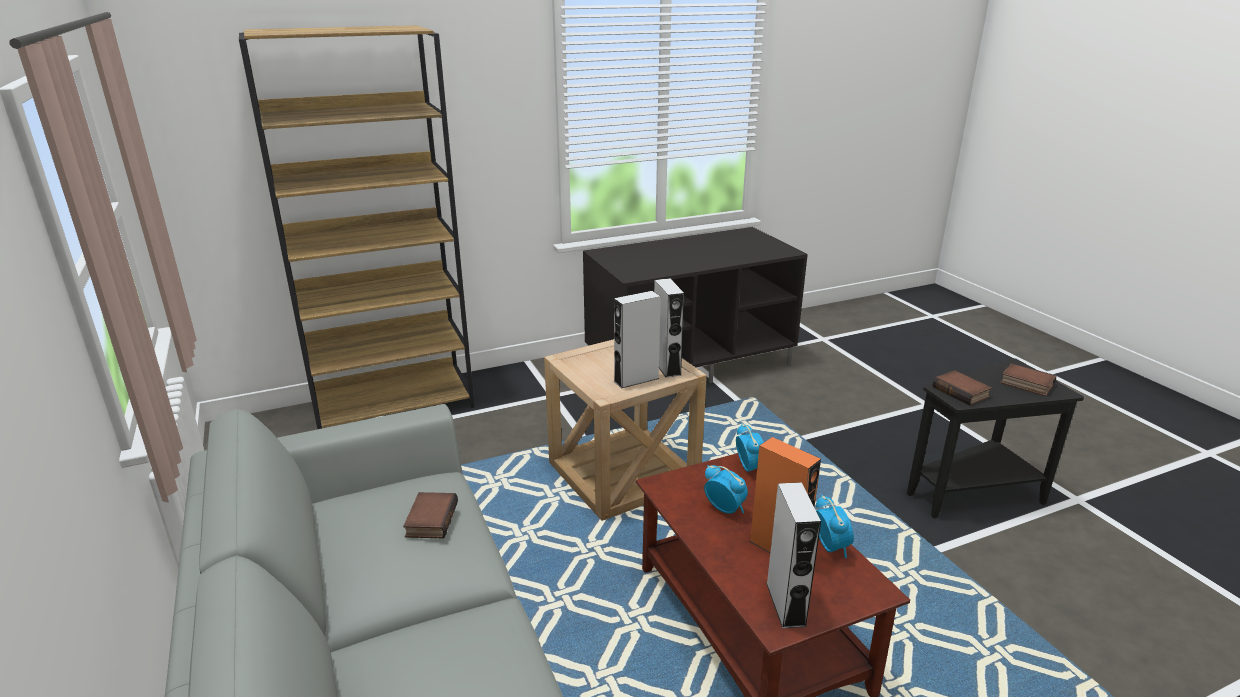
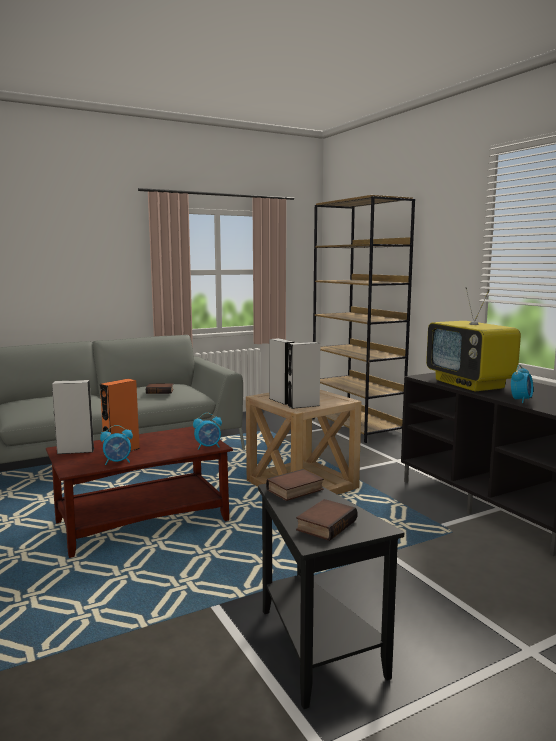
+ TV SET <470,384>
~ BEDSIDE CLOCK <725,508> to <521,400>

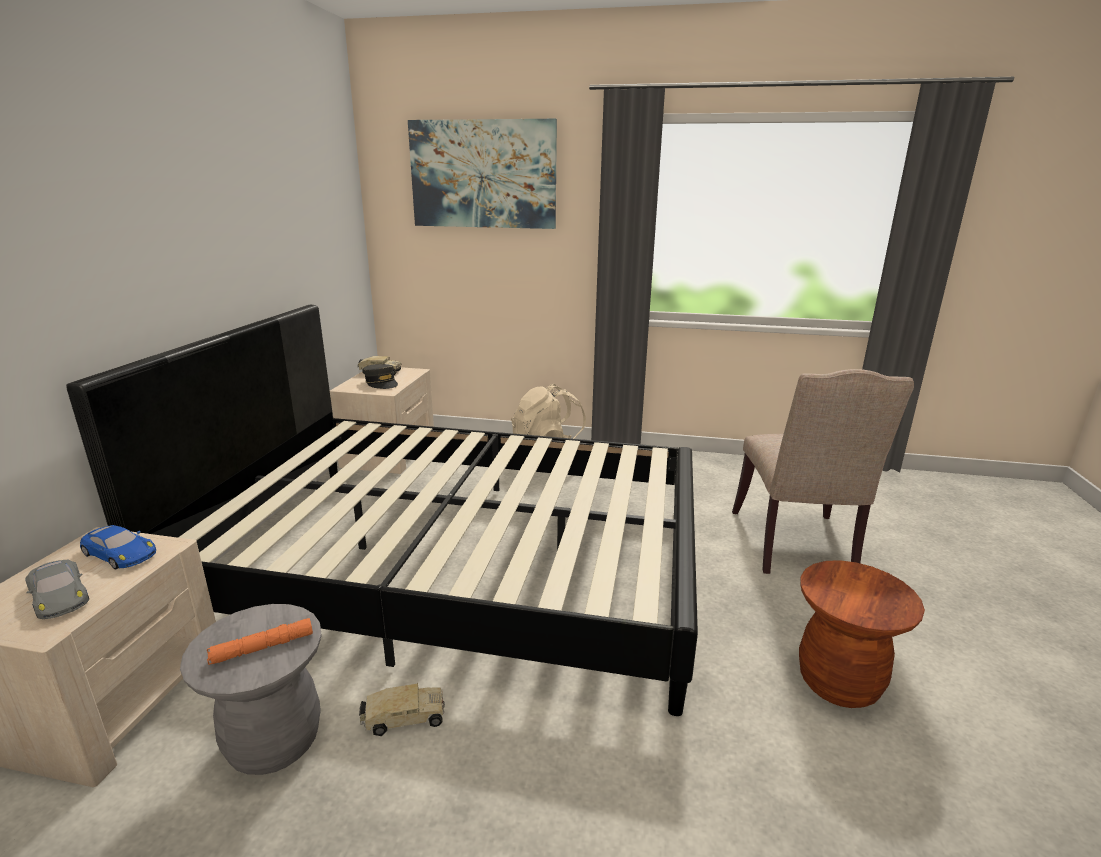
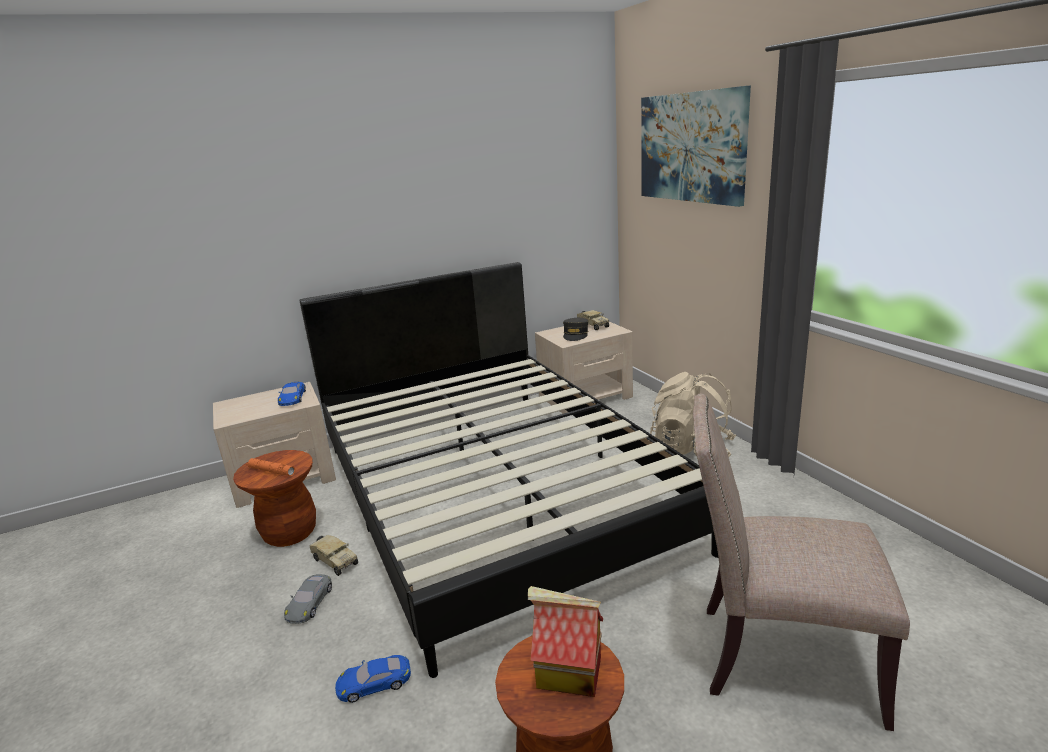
~ GRAY STOOL SEAT <274,742> to BROWN STOOL SEAT <290,533>
~ GRAY MODEL CAR <59,595> to <309,603>
+ BLUE-COLOURED MODEL CAR <374,683>
+ TOY HOUSE <567,673>
~ SAND-COLOURED UPRIGHT CHAIR <795,546> = <778,658> 45 degrees clockwise

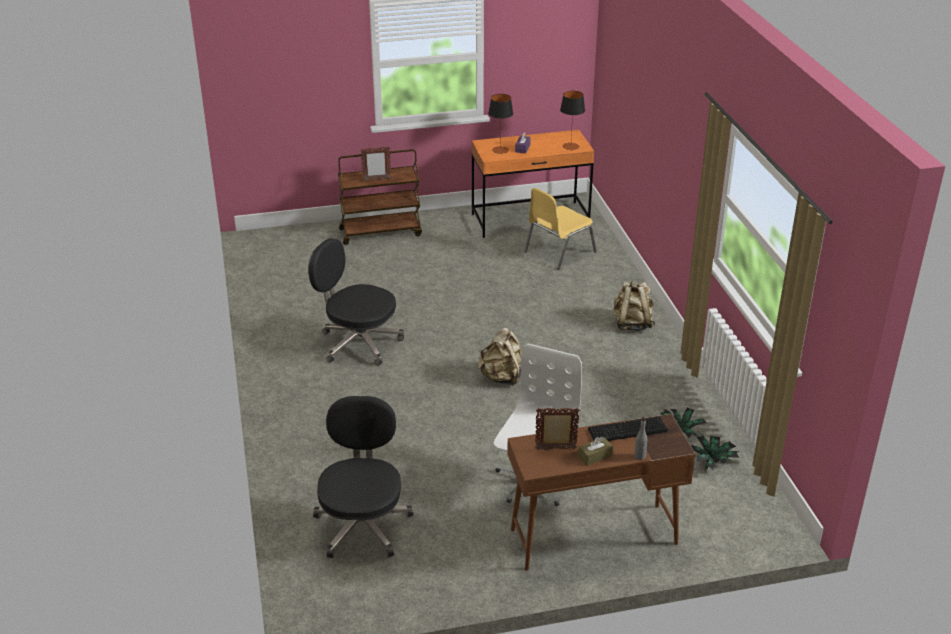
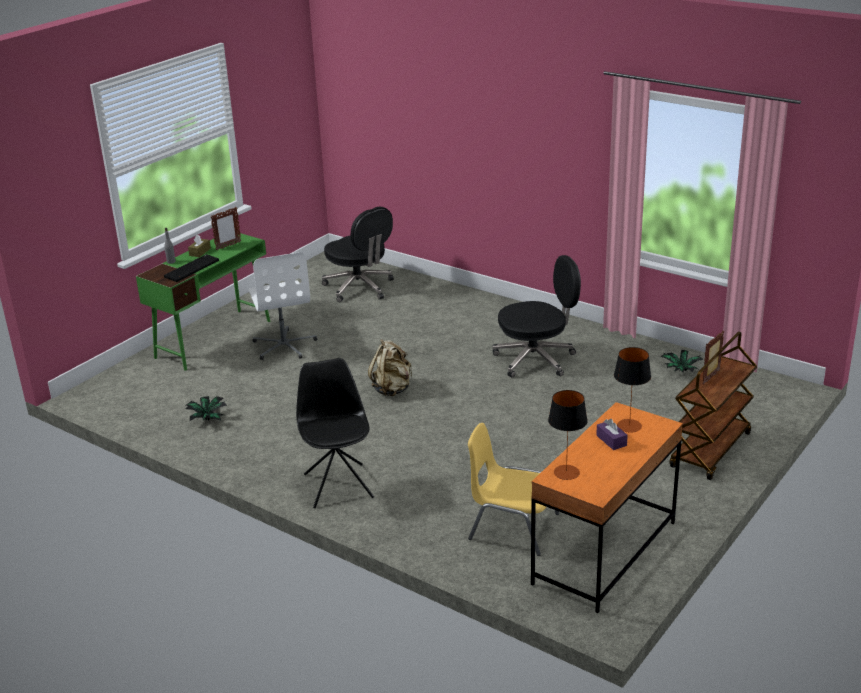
~ BROWN DESK <593,536> to GREEN DESK <214,339>
~ SAND-COLOURED BACKPACK <632,324> to BLACKISH UPRIGHT CHAIR <338,485>
~ YELLOW UPRIGHT CHAIR <558,252> = <512,527> 75 degrees counterclockwise
~ HOUSEPLANT <712,462> to <680,371>

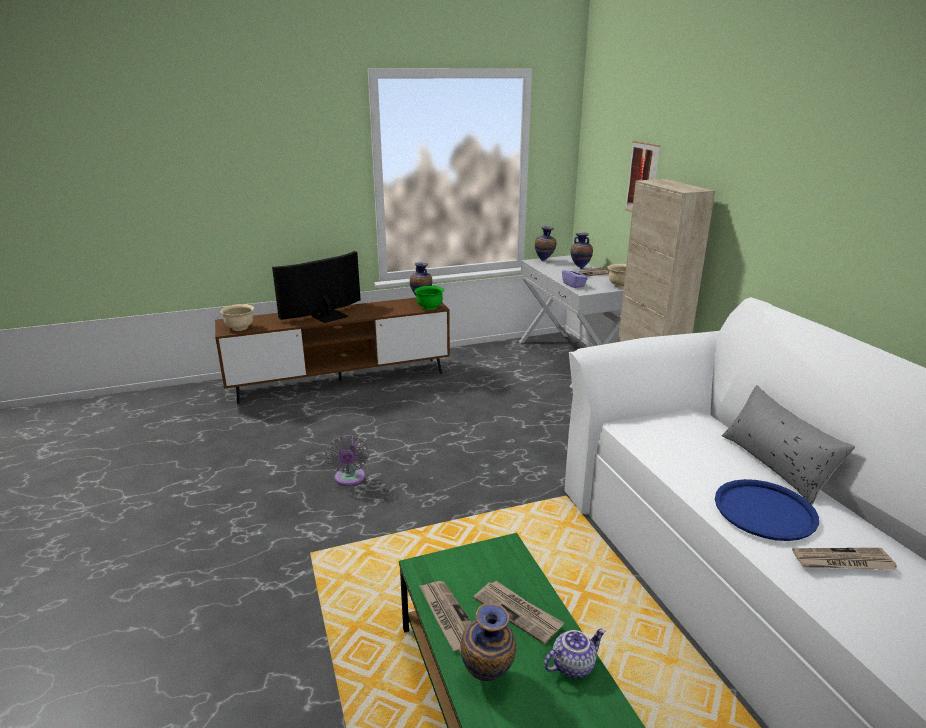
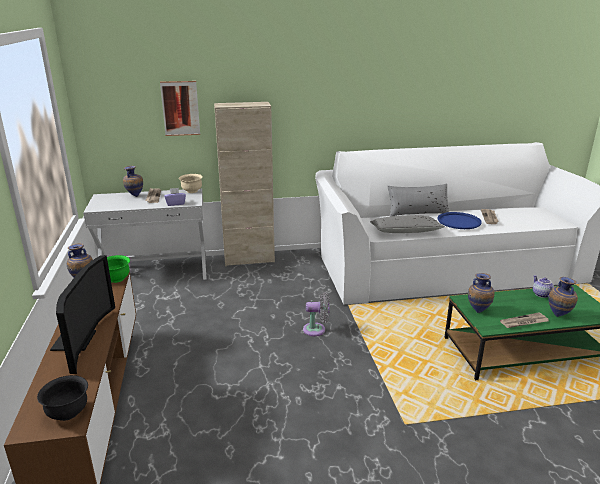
~ SAND-COLOURED SERVING BOWL <240,328> to BLACKISH SERVING BOWL <68,413>
~ TV SET <327,314> = <80,341> 150 degrees counterclockwise
~ GRAY COOLING FAN <349,479> to <316,330>
+ GRAY CUSHION <405,231>
~ VASE <544,260> to <478,311>
- NEWSPAPER <518,612>

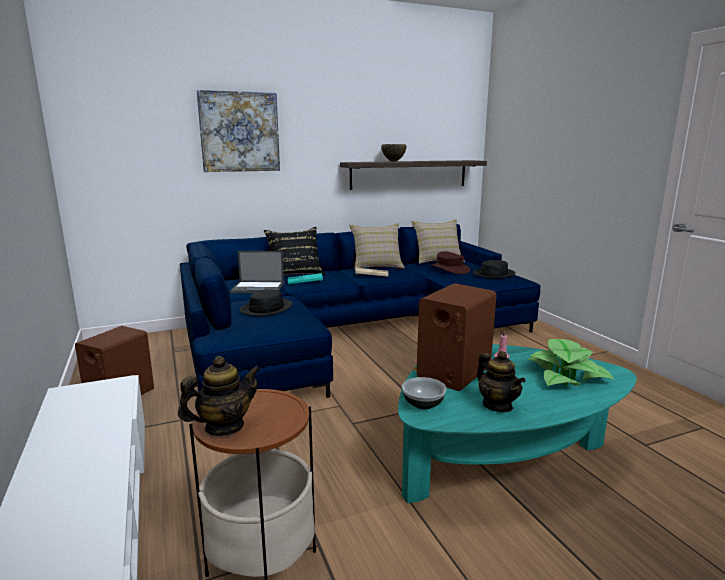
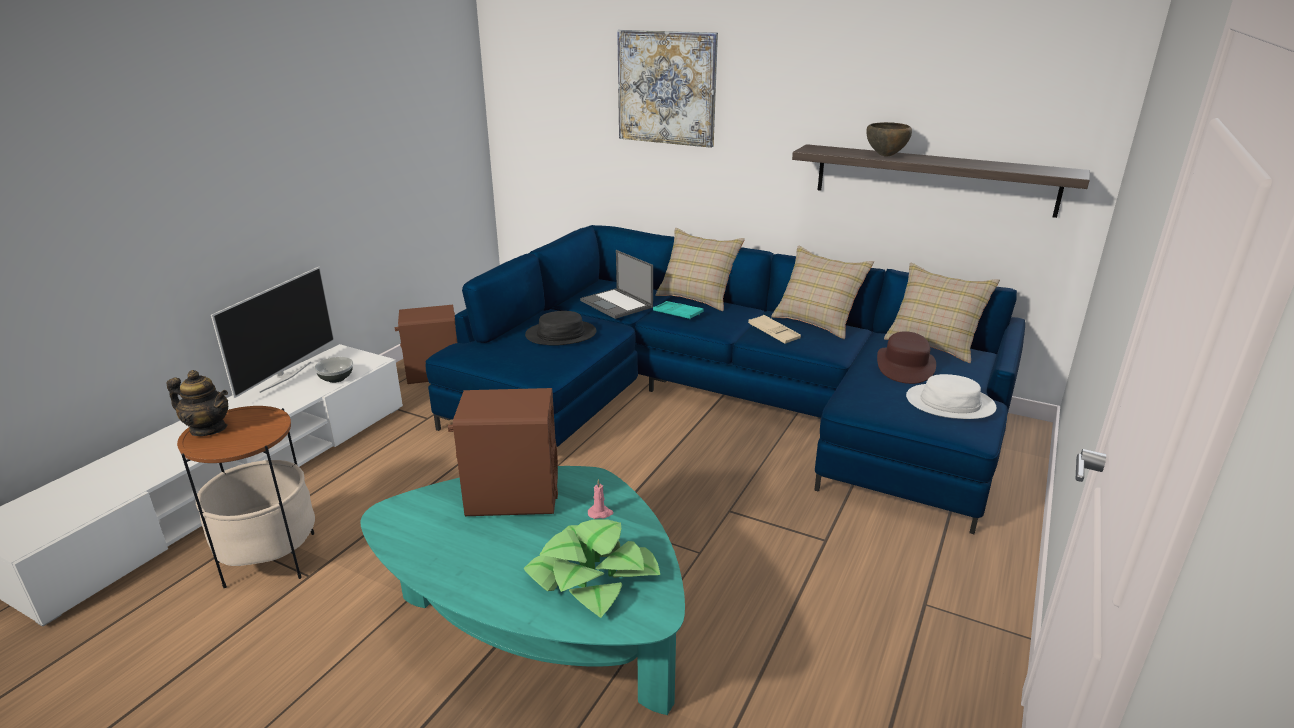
+ TV SET <285,376>
~ SERVING BOWL <423,404> to <336,379>
~ BLACKISH CUSHION <295,273> to SAND-COLOURED CUSHION <697,297>
~ BLACKISH CLOTHING HAT <493,274> to WHITISH CLOTHING HAT <950,403>
- TEAPOT <497,405>

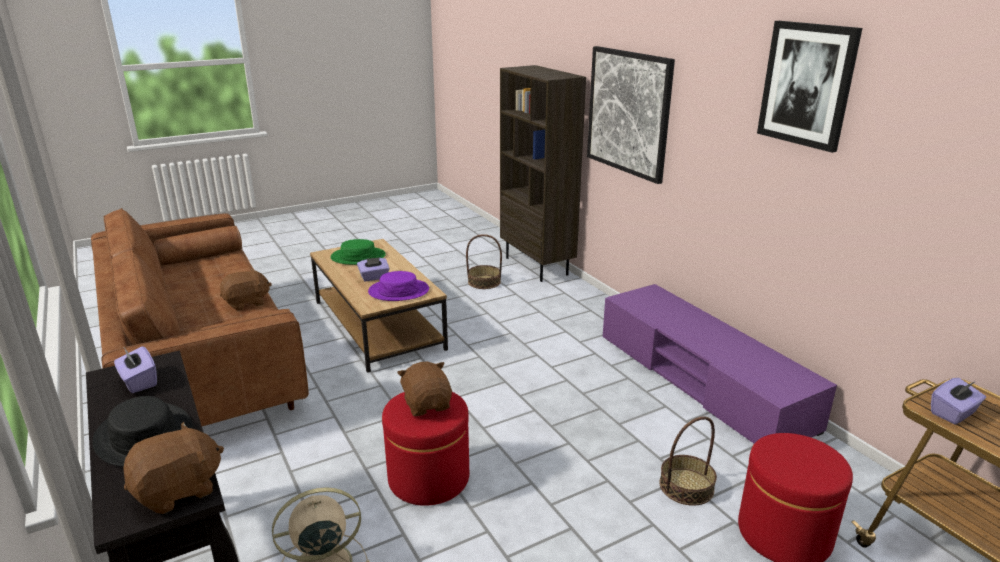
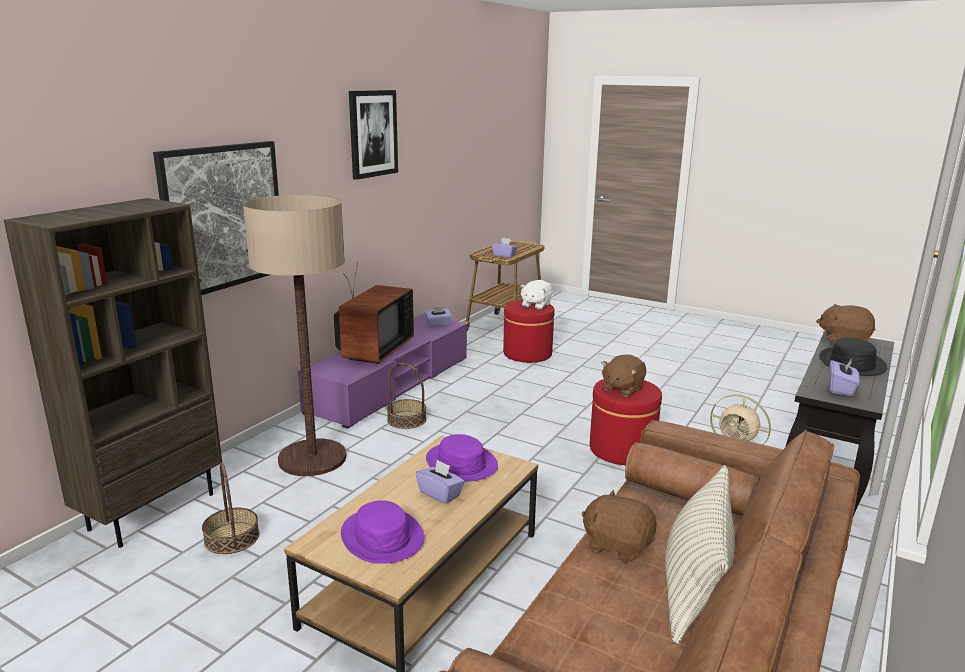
+ STANDARD LAMP <312,458>
+ TV SET <372,351>
~ GREEN CLOTHING HAT <358,257> to PURPLISH CLOTHING HAT <382,536>
~ STORAGE BASKET <686,487> to <407,419>
+ PURPLISH TISSUE HOLDER <438,324>
+ WHITISH PLUSH TOY <535,305>
+ CUSHION <694,586>

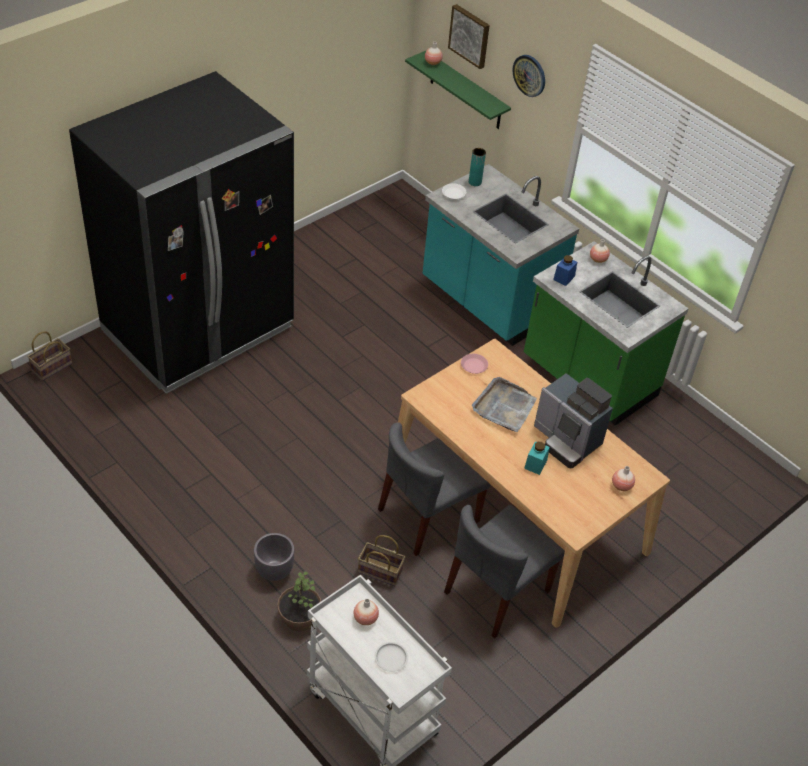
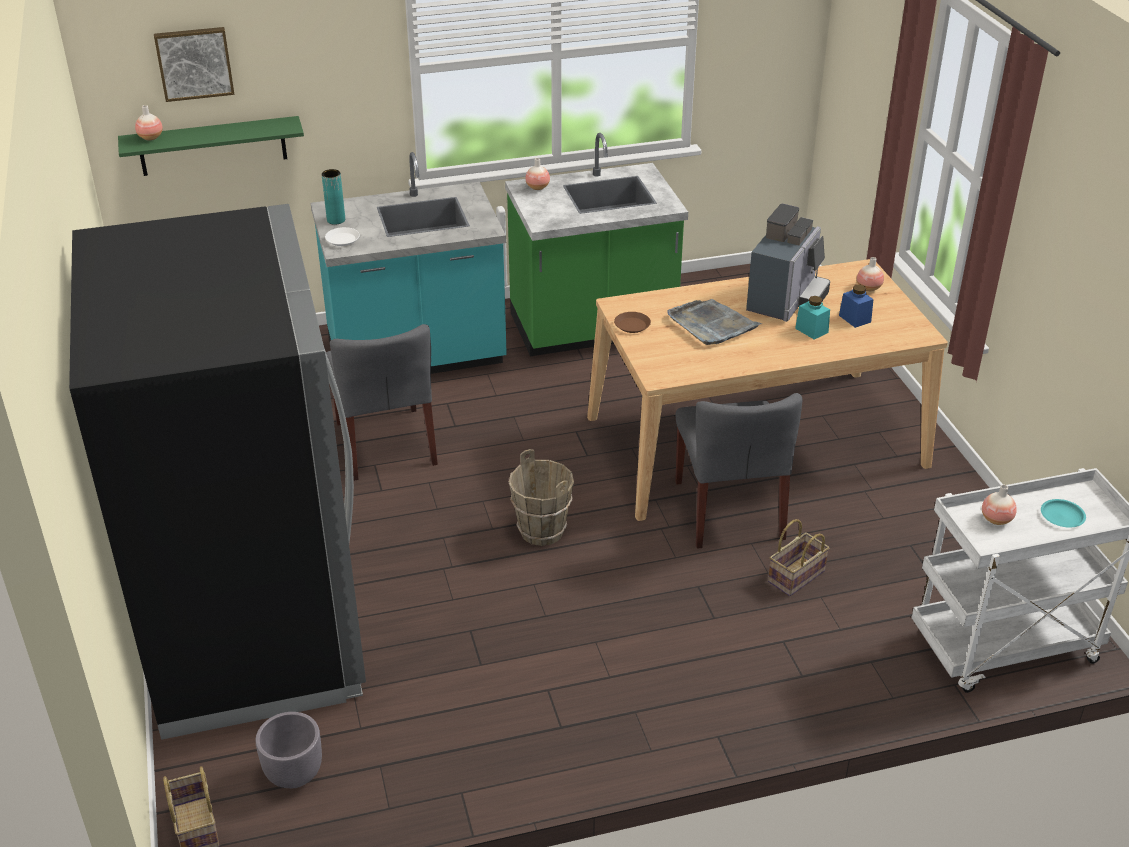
~ GRAY PLANTER <273,571> to <293,775>
~ GRAY UPRIGHT CHAIR <497,592> to <386,444>
+ BROWN BUCKET <541,531>
~ PINK FLAT DISH <474,366> to BROWN FLAT DISH <632,325>
~ COFFEE MACHINE <567,440> = <786,300> 45 degrees counterclockwise
~ BLUE-COLOURED JAR <564,278> to <854,319>
~ WHITISH FLAT DISH <391,658> to TURQUOISE-COLOURED FLAT DISH <1062,516>
- HOUSEPLANT <299,618>
- WALL CLOCK <529,75>

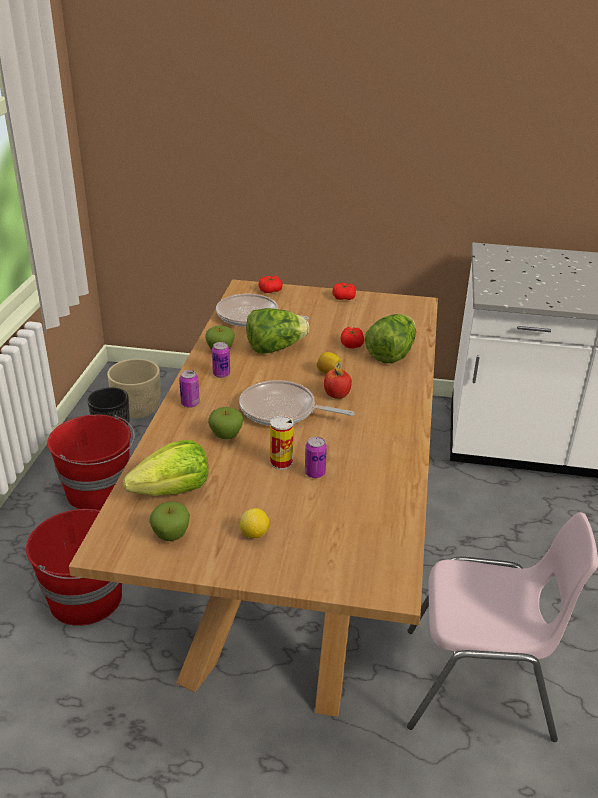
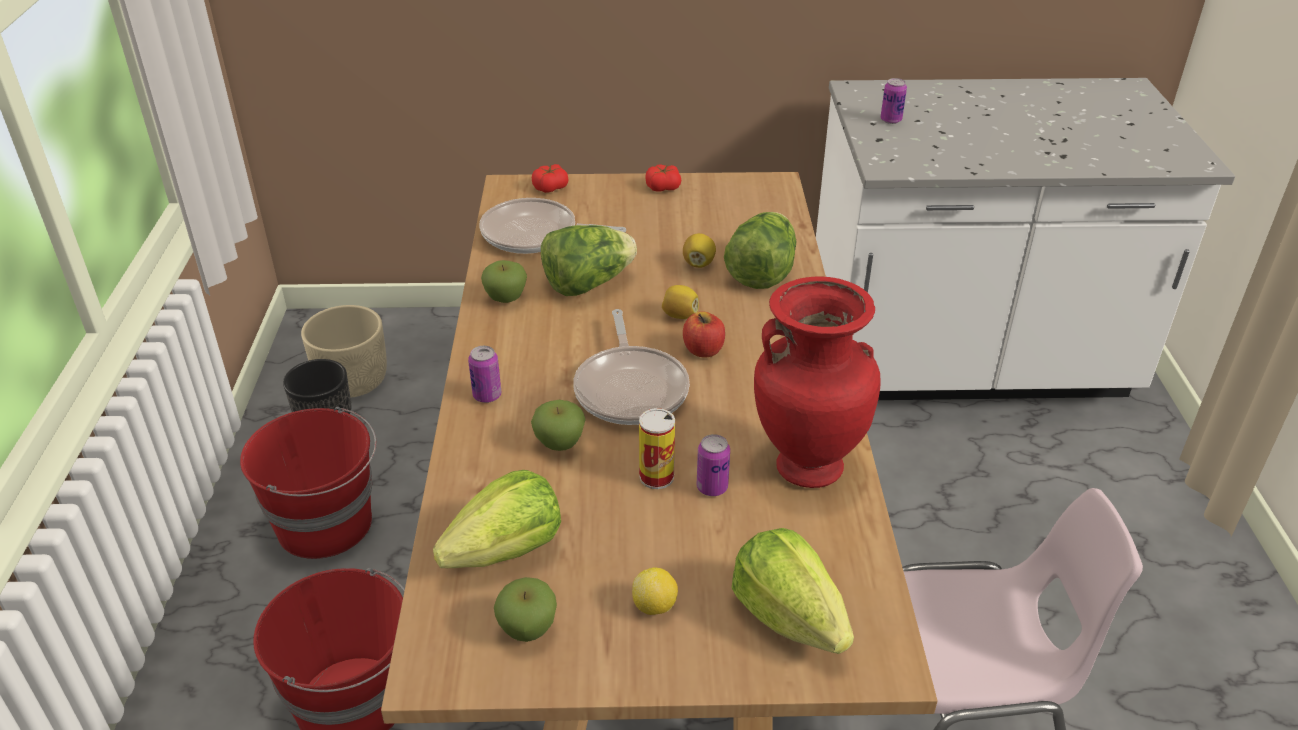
~ PAN <282,410> = <631,388> 105 degrees counterclockwise
~ WHOLE TOMATO <351,344> to LEMON <698,263>
+ LETTUCE HEAD <789,617>
+ RED-COLOURED VASE <807,466>
~ SEALED CAN <221,374> to <891,120>

